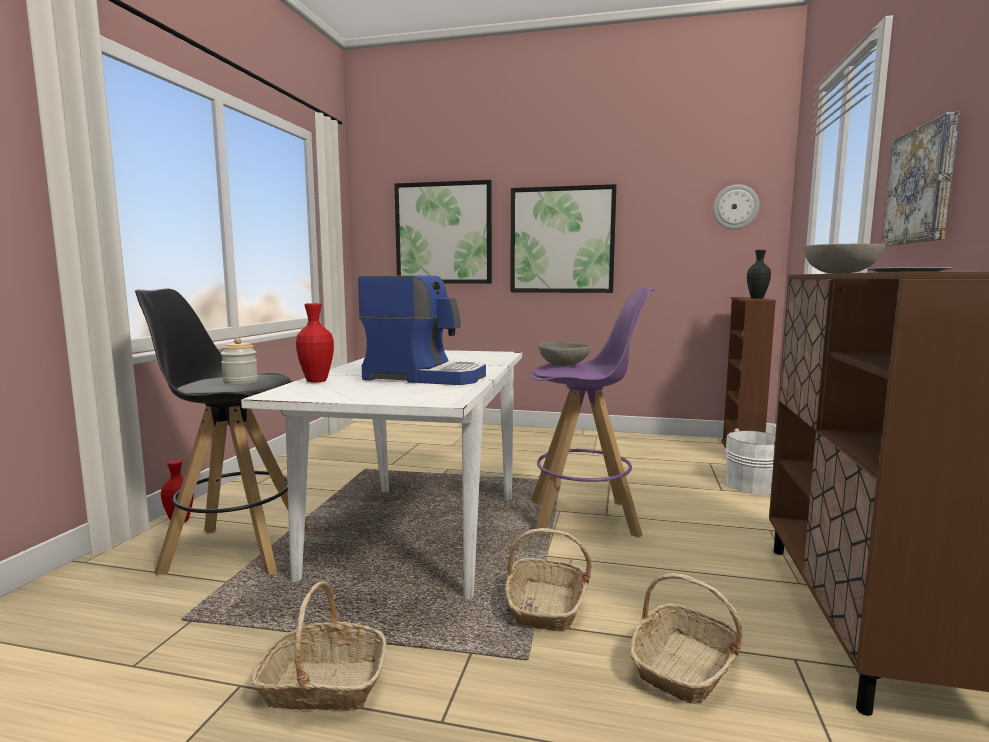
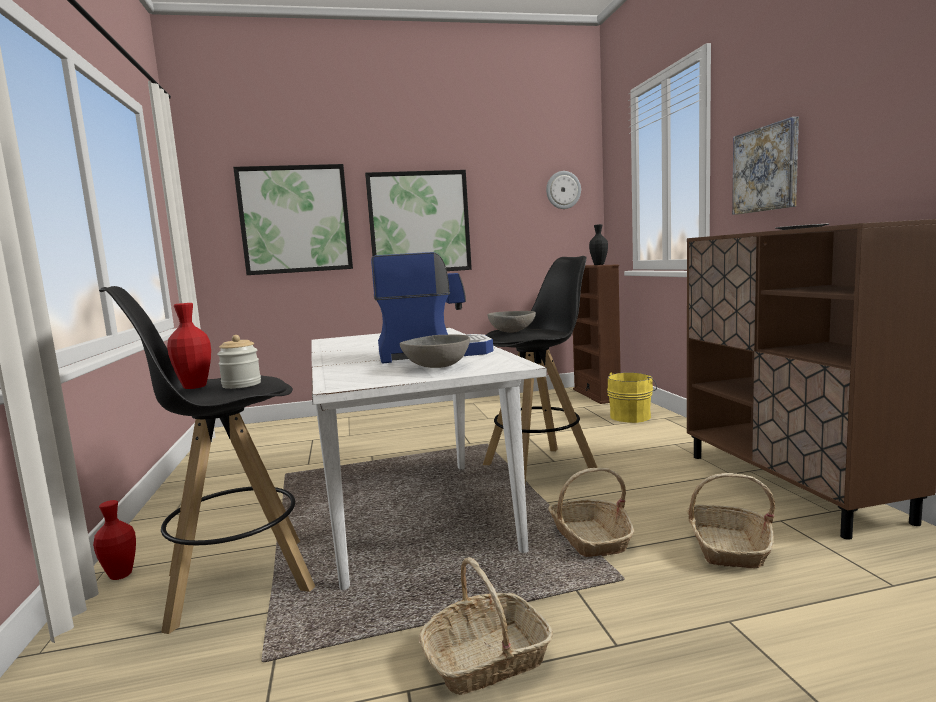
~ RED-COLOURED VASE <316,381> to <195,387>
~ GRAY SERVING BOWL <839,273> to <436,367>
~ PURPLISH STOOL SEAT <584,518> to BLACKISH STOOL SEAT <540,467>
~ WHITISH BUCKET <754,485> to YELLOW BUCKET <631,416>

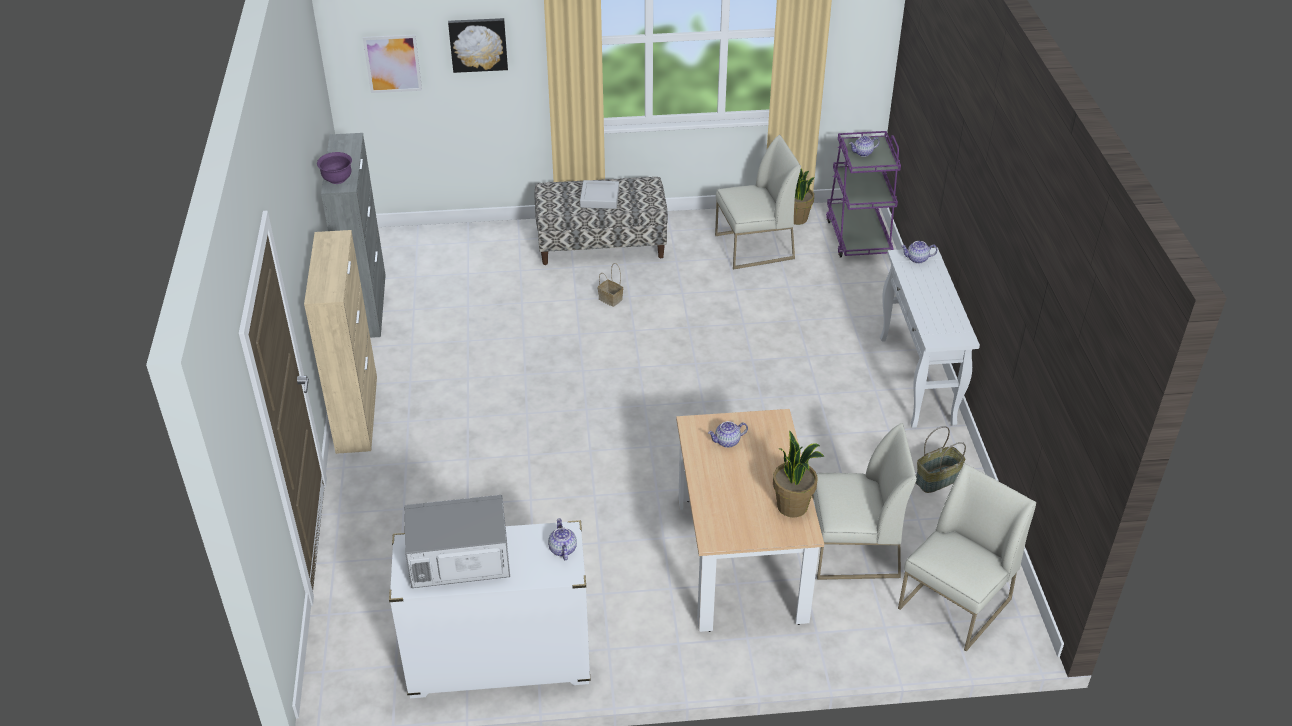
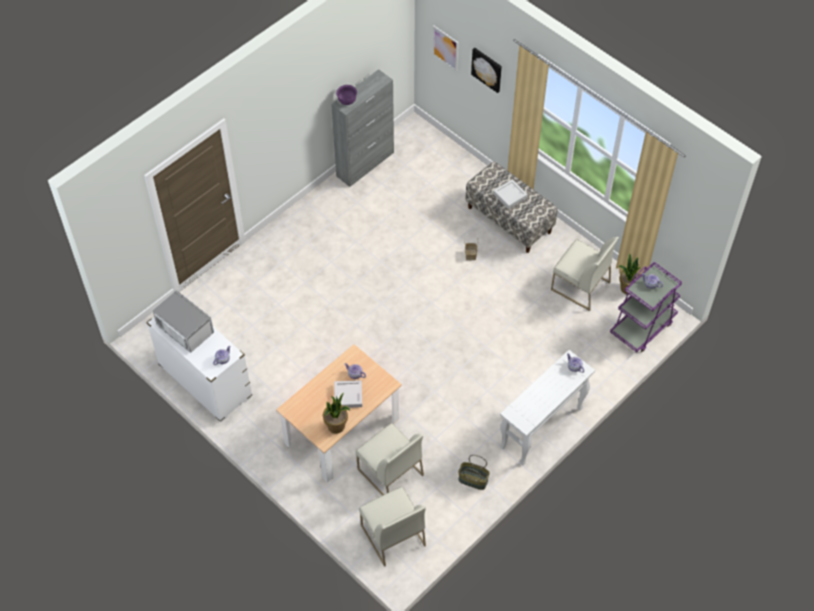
+ GRAY TRAY <348,395>
~ WHITISH UPRIGHT CHAIR <955,605> = <392,535> 60 degrees clockwise
- SAND-COLOURED CUPBOARD <357,413>

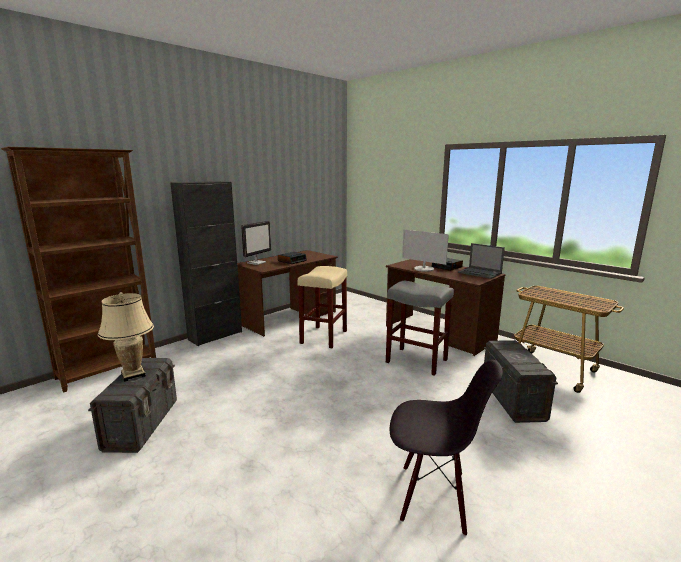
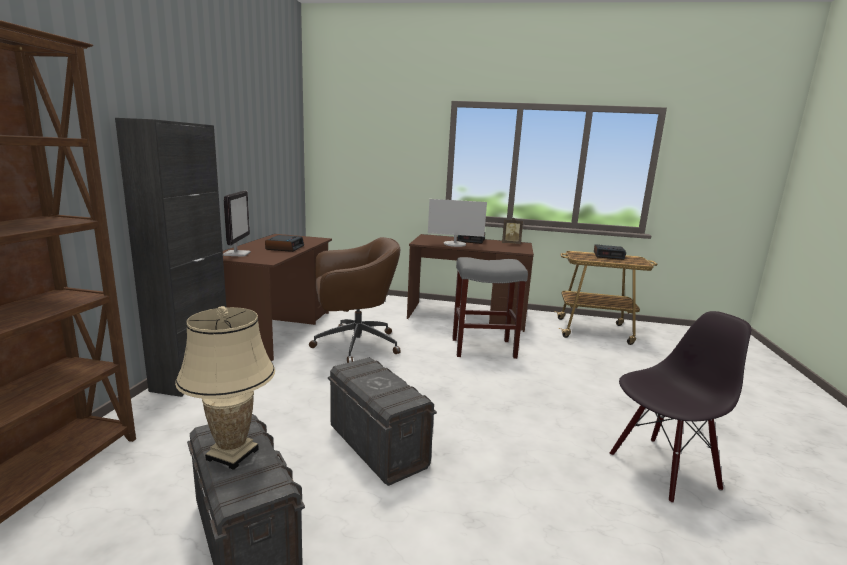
~ SAND-COLOURED STOOL SEAT <324,337> to BROWN DESK CHAIR <354,345>
~ GRAY STORAGE BOX <512,399> to <377,446>
~ LAPTOP <480,273> to STANDING FRAME <511,243>
+ BEDSIDE CLOCK <608,256>

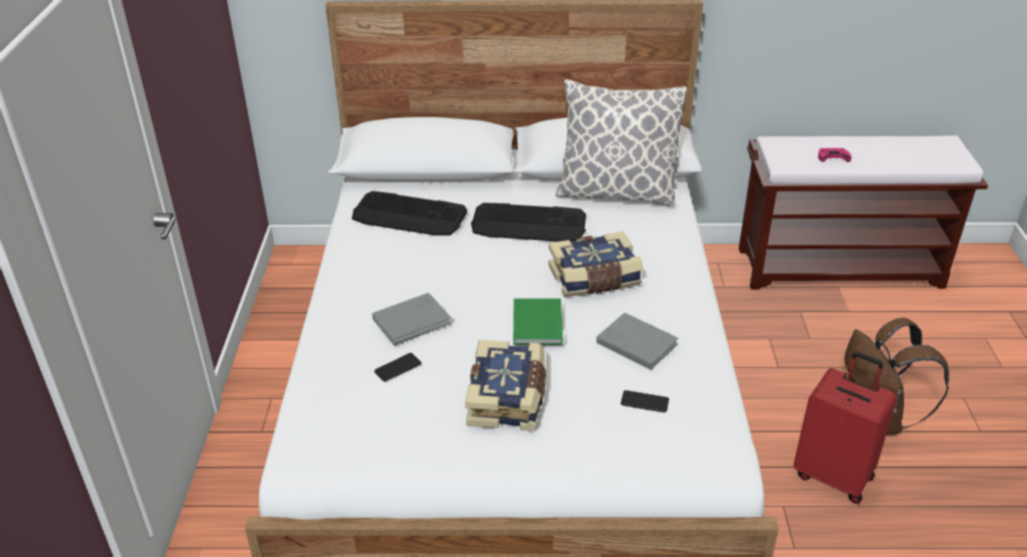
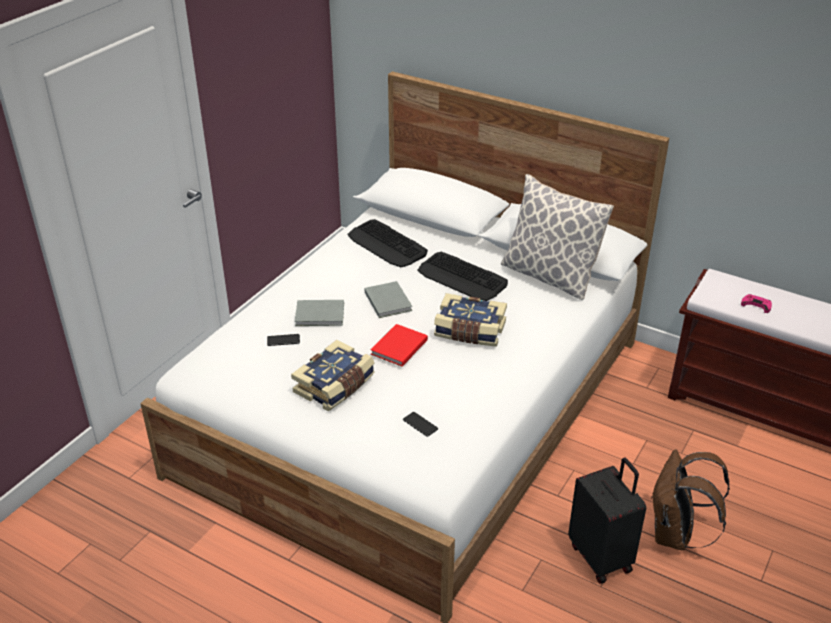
~ GRAY VOLUME <636,342> to <388,300>
~ GREEN VOLUME <536,325> to RED-COLOURED VOLUME <397,347>
~ RED-COLOURED SUITCASE <834,475> to BLACKISH SUITCASE <601,557>

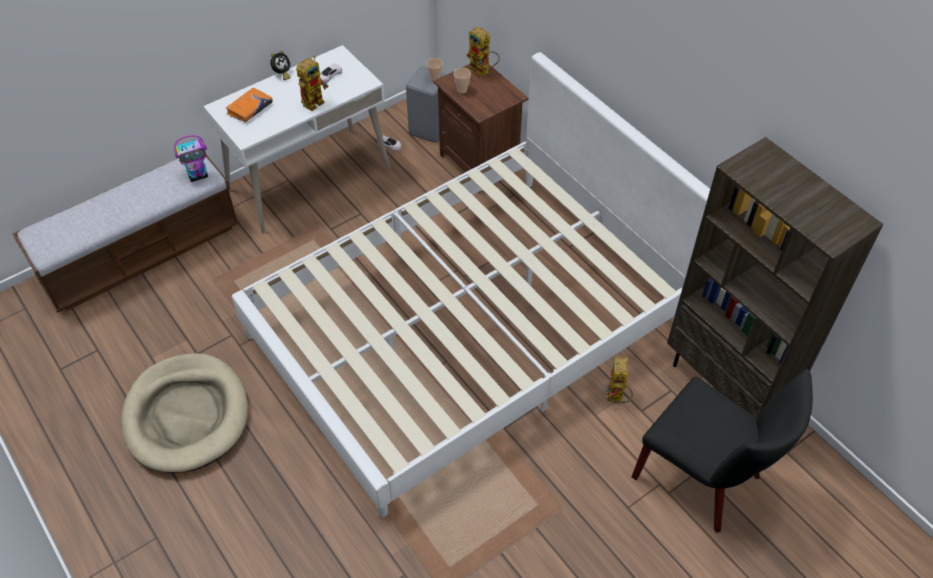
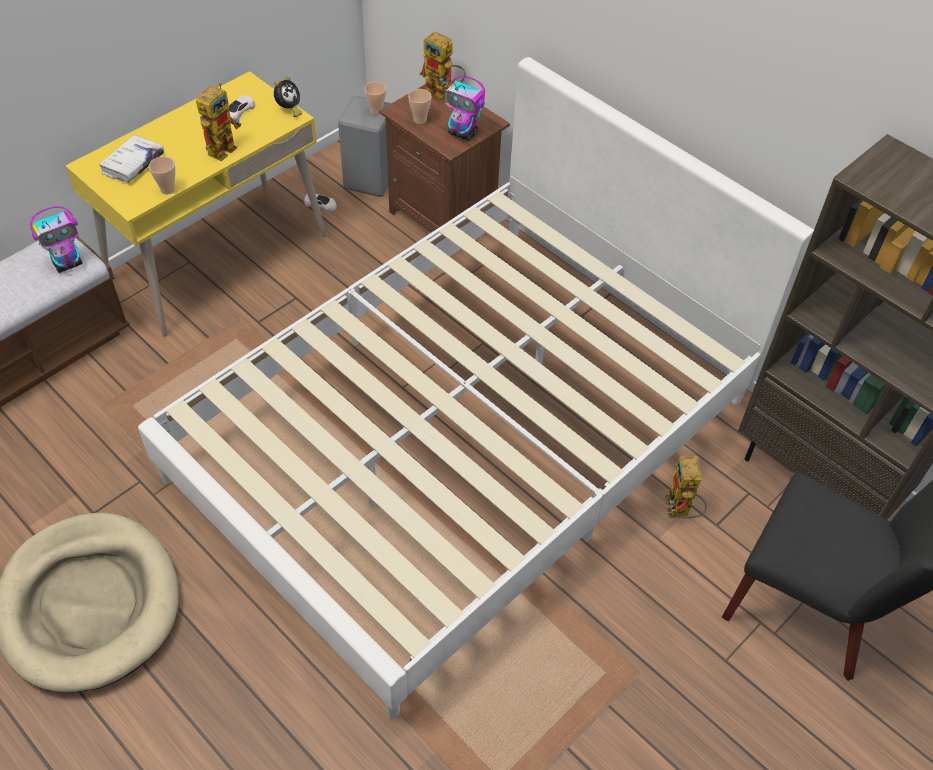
~ WHITISH DESK <309,179> to YELLOW DESK <218,258>
~ ORANGE-COLOURED VOLUME <250,109> to WHITISH VOLUME <133,164>
+ DRINKING CUP <167,189>
~ BEDSIDE CLOCK <282,74> to <289,110>
+ MODEL ROBOT <463,133>

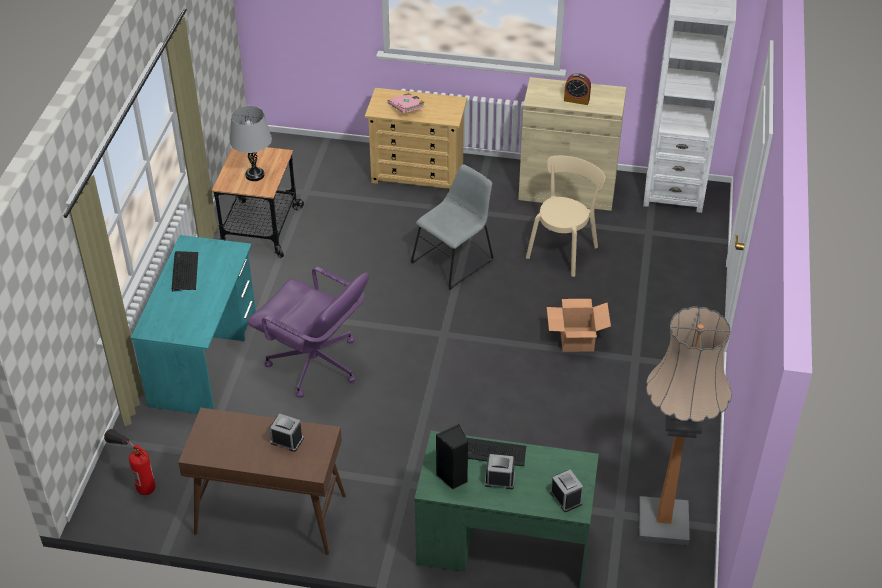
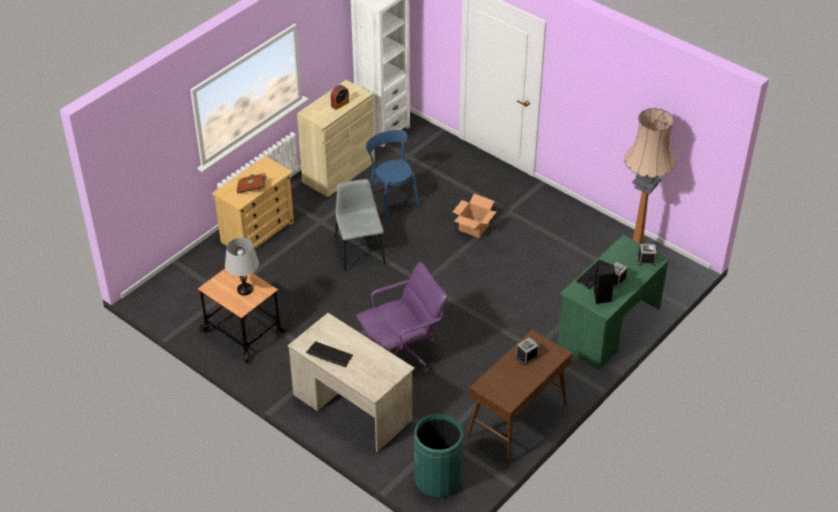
~ PINK VOLUME <406,109> to BROWN VOLUME <252,187>
~ TURQUOISE-COLOURED DESK <204,358> to SAND-COLOURED DESK <352,407>
~ SAND-COLOURED UPRIGHT CHAIR <563,250> to BLUE-COLOURED UPRIGHT CHAIR <392,198>
~ FIRE-FIGHTING CYLINDER <135,477> to GREEN RUBBISH BIN <438,479>

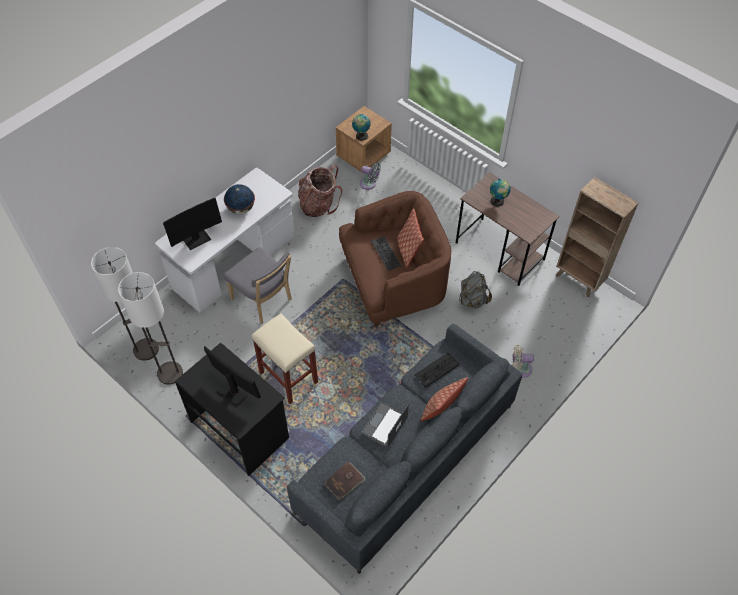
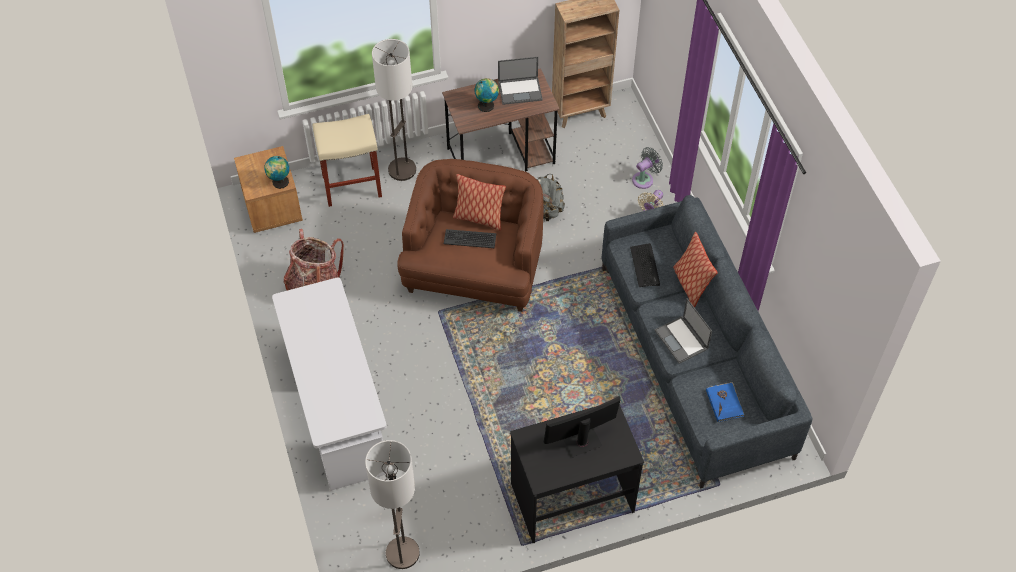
~ SAND-COLOURED STOOL SEAT <289,378> to <352,185>
~ STANDARD LAMP <170,373> to <402,170>
+ LAPTOP <520,90>
~ GRAY COOLING FAN <369,184> to <644,179>
~ BROWN VOLUME <344,481> to BLUE-COLOURED VOLUME <725,403>
- COMPUTER SCREEN <196,239>
- DESK GLOBE <241,209>
- GRAY UPRIGHT CHAIR <263,301>

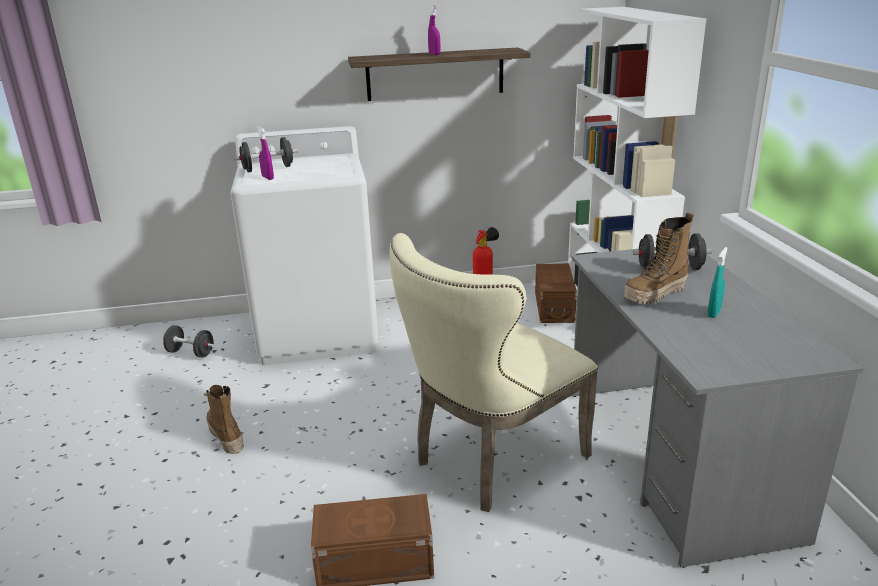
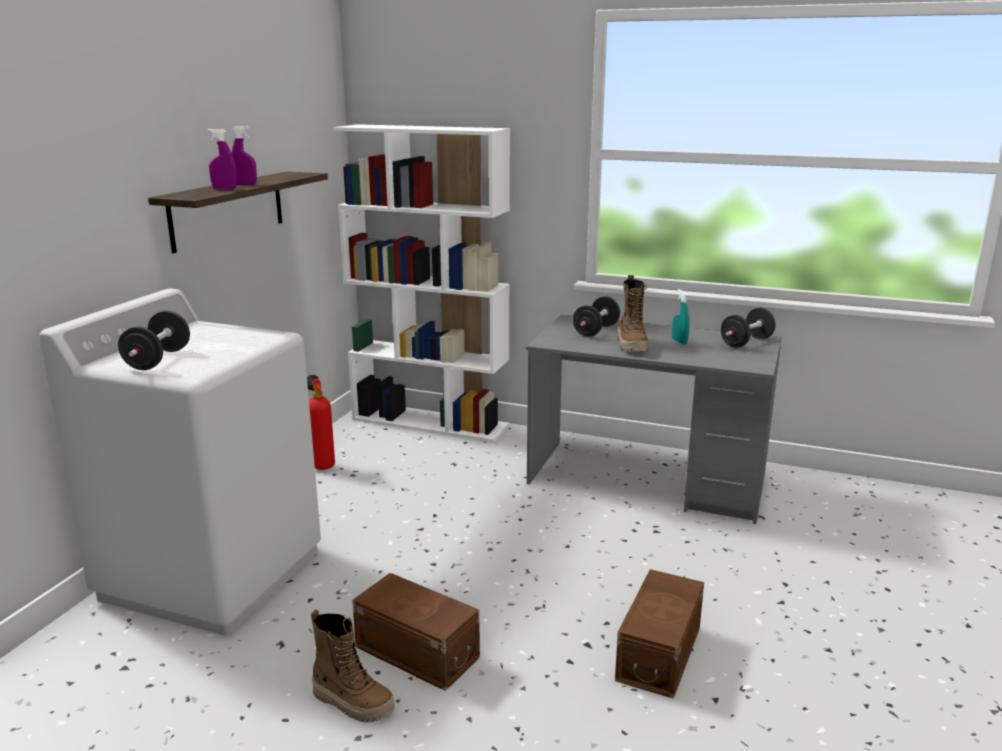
~ PURPLISH SPRAY BOTTLE <267,178> to <224,189>
~ HIGH-TOP BOOT <225,436> = <353,702> 150 degrees counterclockwise
~ BROWN STORAGE BOX <553,307> to <417,653>
~ BLACKISH DUMBBELL <190,353> to <746,342>
- SAND-COLOURED UPRIGHT CHAIR <491,461>

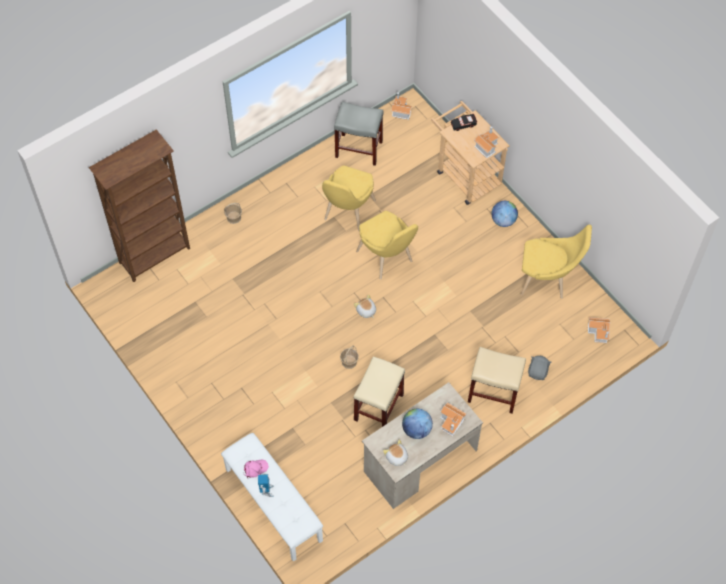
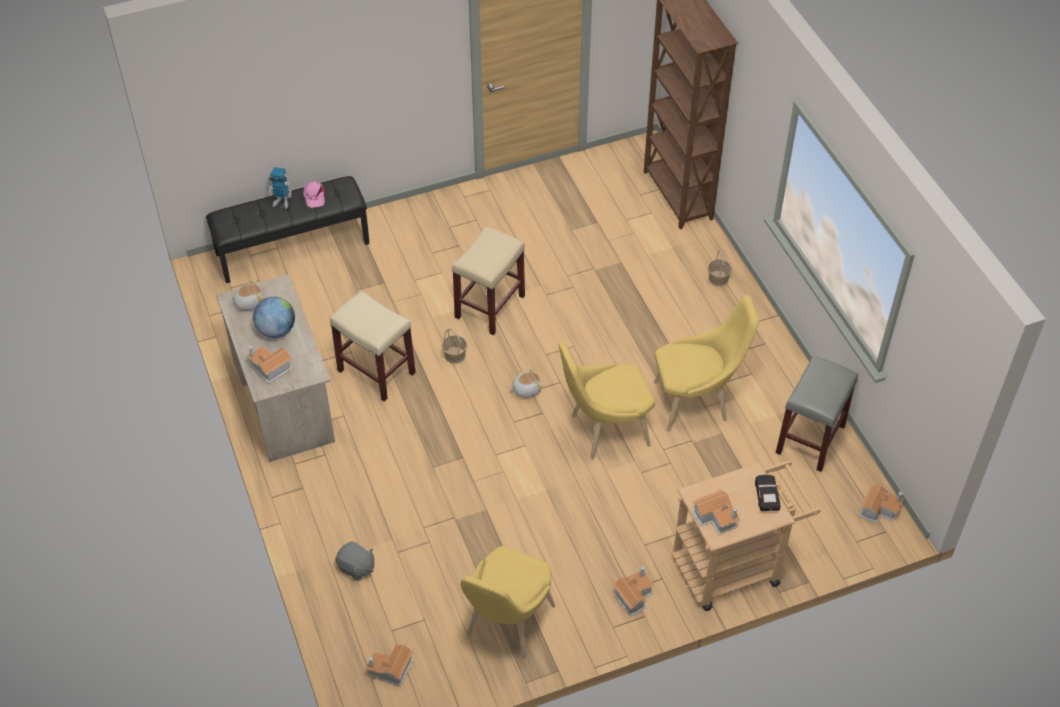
~ WHITISH INDOOR BENCH <273,505> to BLACKISH INDOOR BENCH <292,247>
~ SAND-COLOURED STOOL SEAT <493,393> to <490,306>
~ DESK GLOBE <503,220> to TOY HOUSE <633,595>
~ YELLOW UPRIGHT CHAIR <347,213> = <696,402> 135 degrees clockwise

